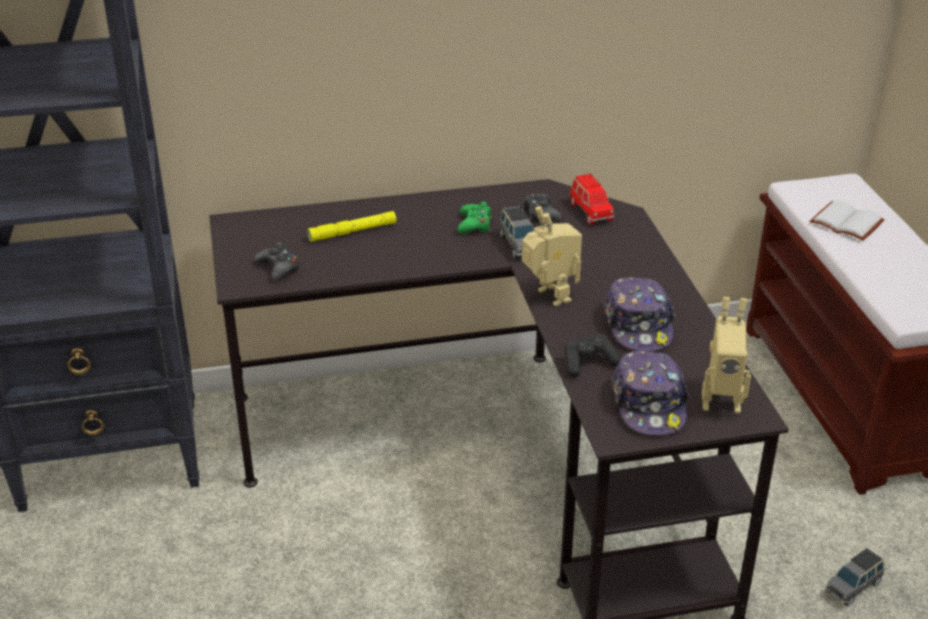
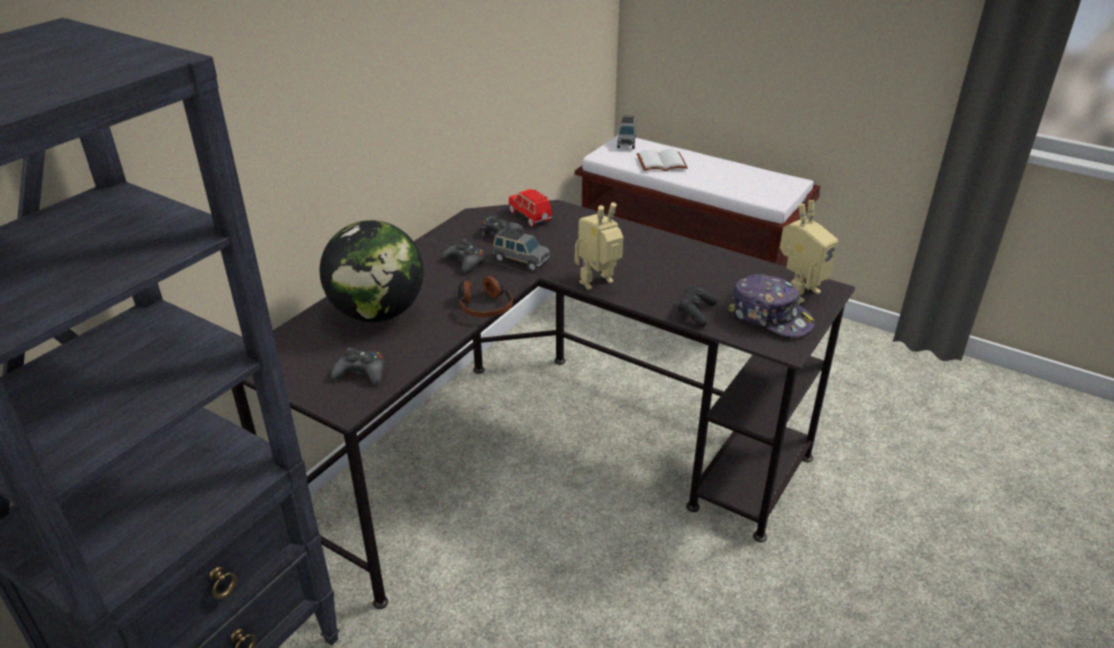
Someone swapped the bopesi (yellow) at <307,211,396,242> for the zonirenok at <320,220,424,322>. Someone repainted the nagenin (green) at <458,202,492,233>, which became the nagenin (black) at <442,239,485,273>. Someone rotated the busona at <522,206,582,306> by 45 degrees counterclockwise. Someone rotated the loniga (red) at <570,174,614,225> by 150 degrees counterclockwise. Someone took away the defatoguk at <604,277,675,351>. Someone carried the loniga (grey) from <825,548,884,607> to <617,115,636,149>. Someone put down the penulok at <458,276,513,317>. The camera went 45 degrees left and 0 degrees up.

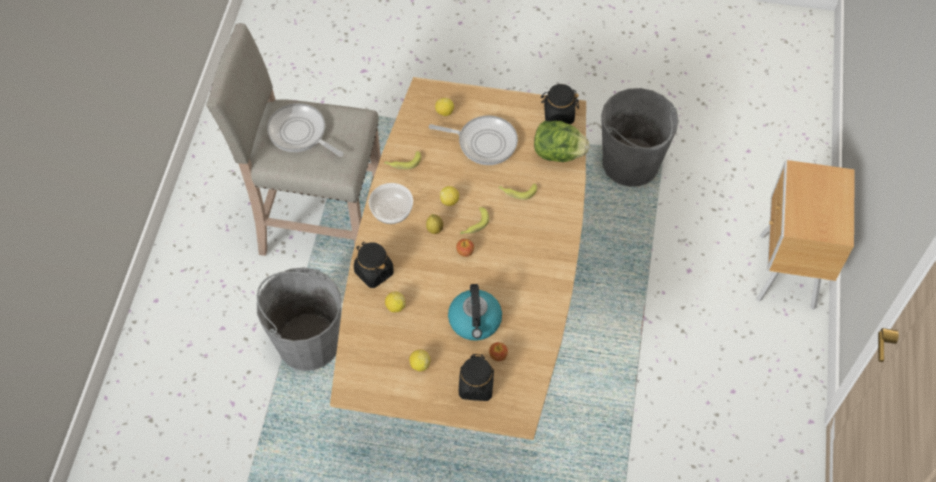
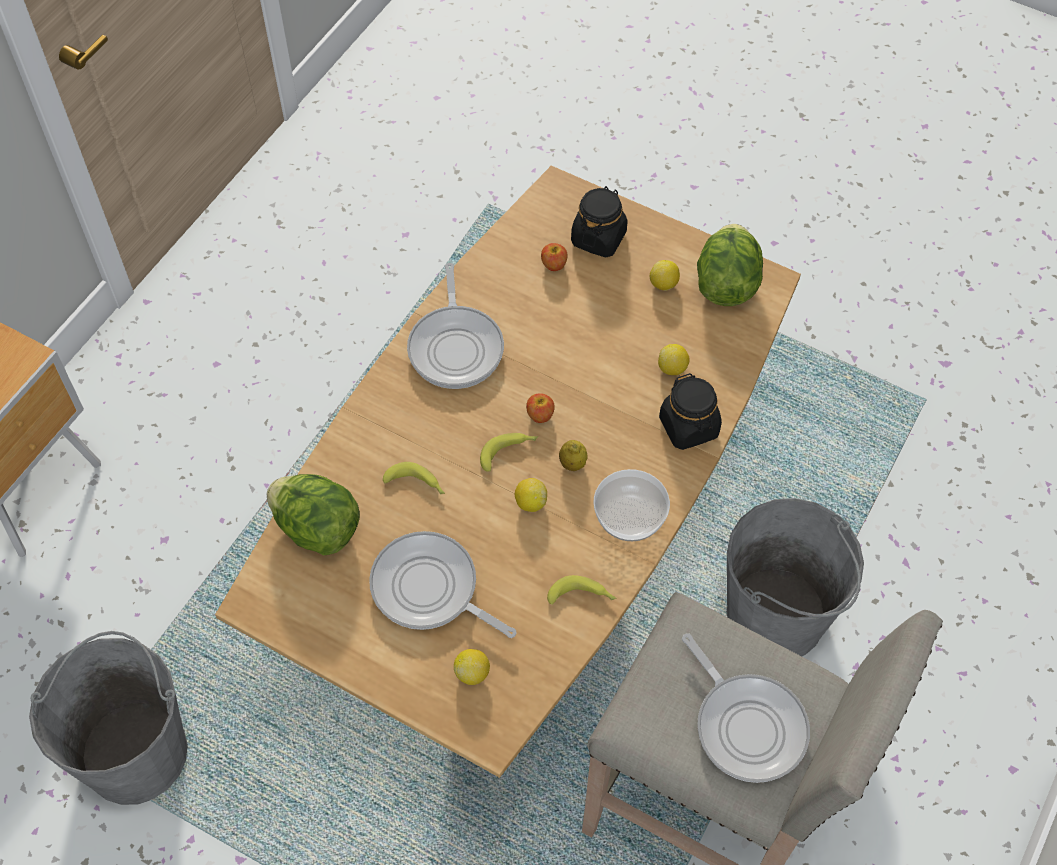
Someone took away the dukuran at <448,284,502,341>. Someone took away the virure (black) at <541,84,579,124>. Someone put down the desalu at <407,263,504,389>. Someone put down the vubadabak at <697,224,763,306>. The camera went 160 degrees left and 0 degrees up.

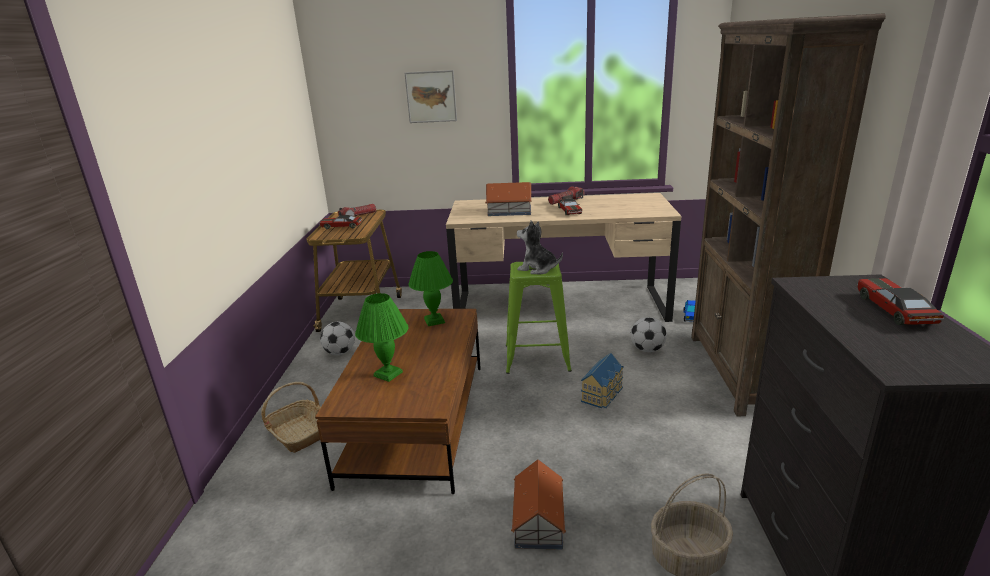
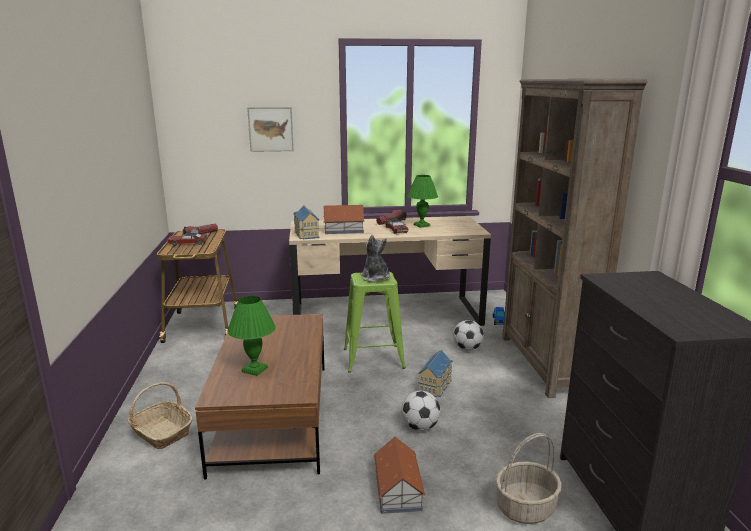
Someone carried the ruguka from <320,322,355,355> to <401,391,440,431>. Someone carried the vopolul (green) from <408,251,453,326> to <408,175,438,228>. Someone rotated the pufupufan at <517,220,563,274> by 45 degrees clockwise. Someone took away the loniga at <857,278,944,325>. Someone put down the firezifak at <294,206,320,239>. The camera went 10 degrees left and 5 degrees down.

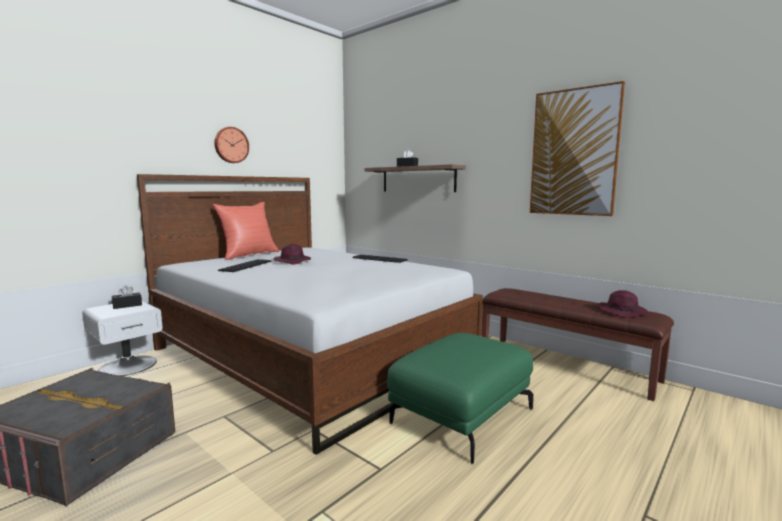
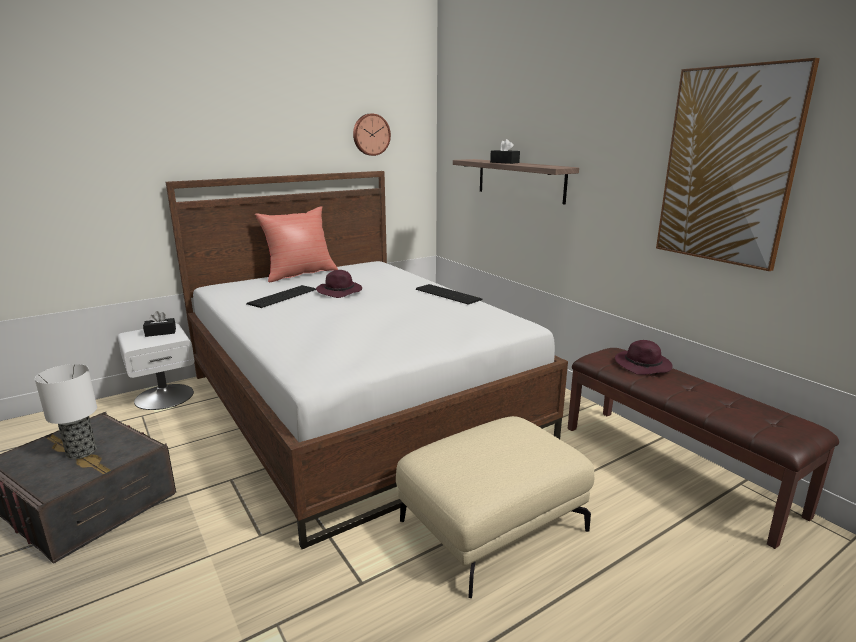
Someone carried the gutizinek from <214,127,249,163> to <353,114,391,156>. Someone repainted the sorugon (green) at <387,333,533,464>, which became the sorugon (beige) at <396,416,594,598>. Someone carried the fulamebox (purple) from <598,290,648,318> to <615,340,673,375>. Someone put down the vopolul at <35,364,97,459>. The camera went 15 degrees right and 10 degrees up.

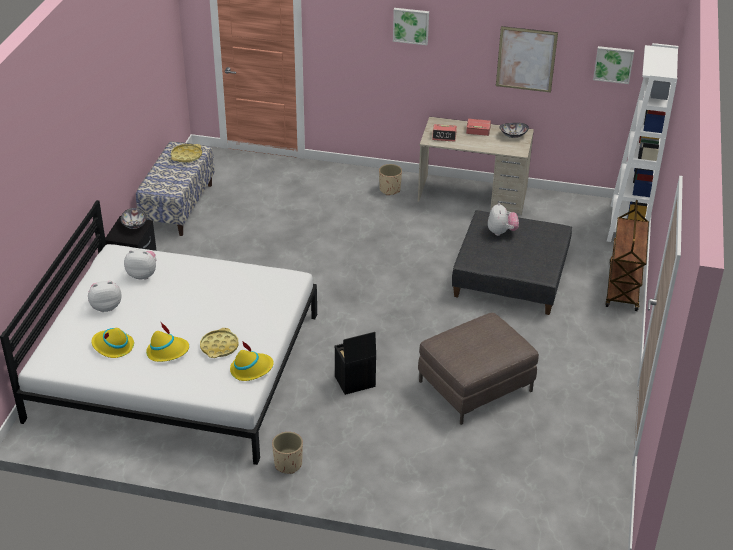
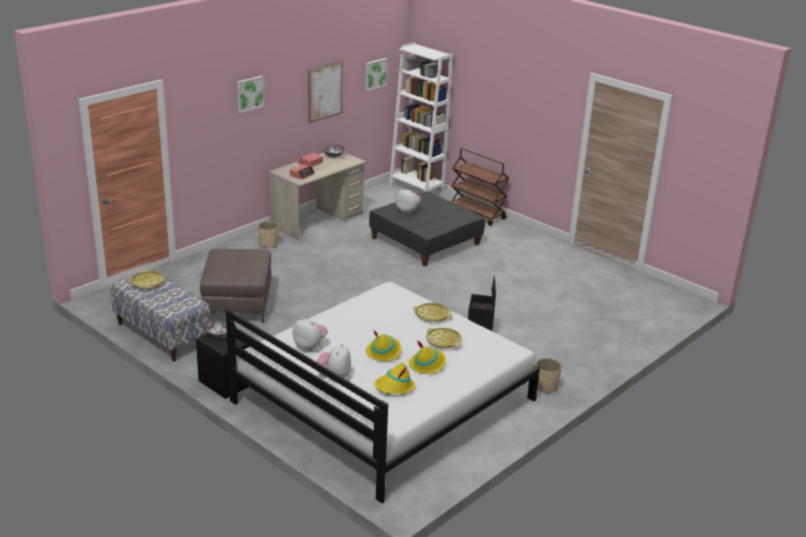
Someone rotated the pufupufan at <124,250,156,280> by 90 degrees clockwise. Someone carried the fulamebox (yellow) from <230,340,274,381> to <366,329,401,361>. Someone carried the sorugon (brown) from <418,313,539,425> to <200,249,271,323>. Someone put down the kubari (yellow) at <413,303,452,322>. The camera went 60 degrees left and 10 degrees down.

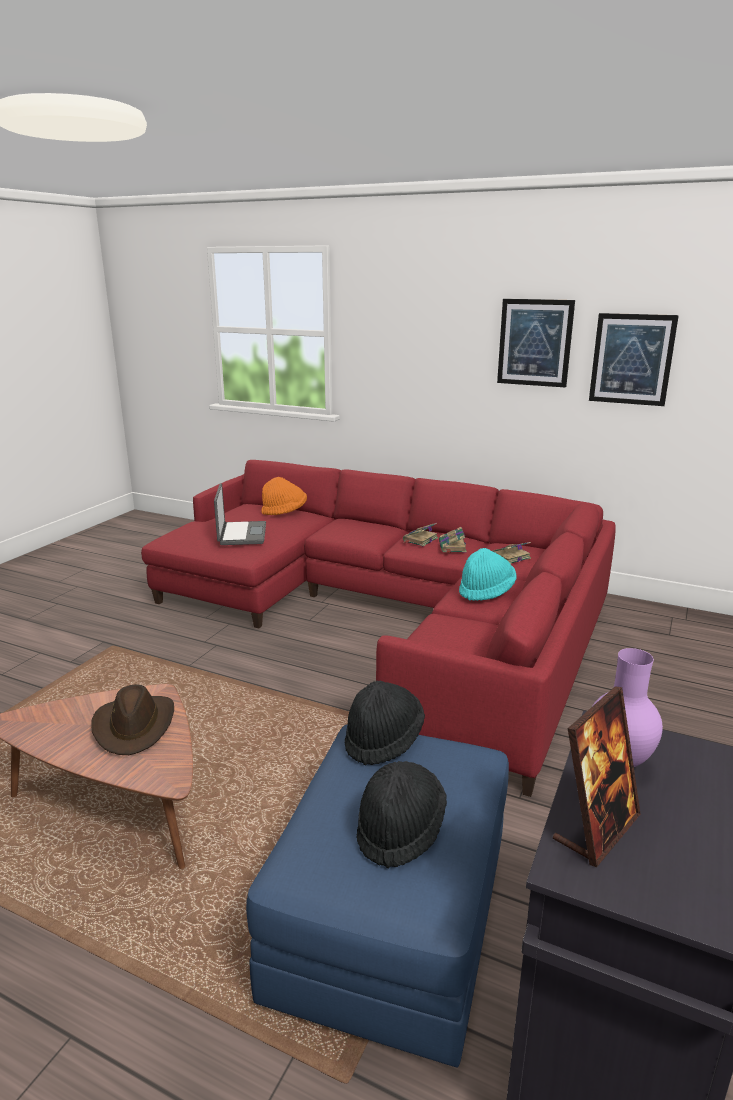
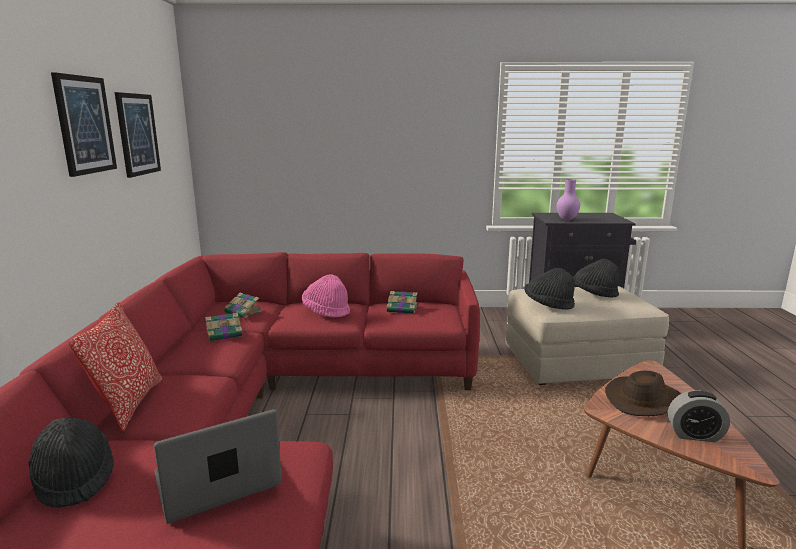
Someone repainted the sorugon (blue) at <246,724,509,1068>, which became the sorugon (beige) at <506,286,669,385>. Someone repainted the fulamebox (orange) at <261,477,307,515>, which became the fulamebox (black) at <28,418,114,508>. Someone carried the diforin from <403,523,438,547> to <387,291,420,314>. Someone repainted the fulamebox (turquoise) at <459,548,516,601>, which became the fulamebox (pink) at <302,274,350,318>. Someone took away the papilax at <553,686,640,867>. Someone put down the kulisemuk at <68,302,162,432>. Someone put down the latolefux at <668,390,730,442>. The camera went 115 degrees left and 5 degrees down.

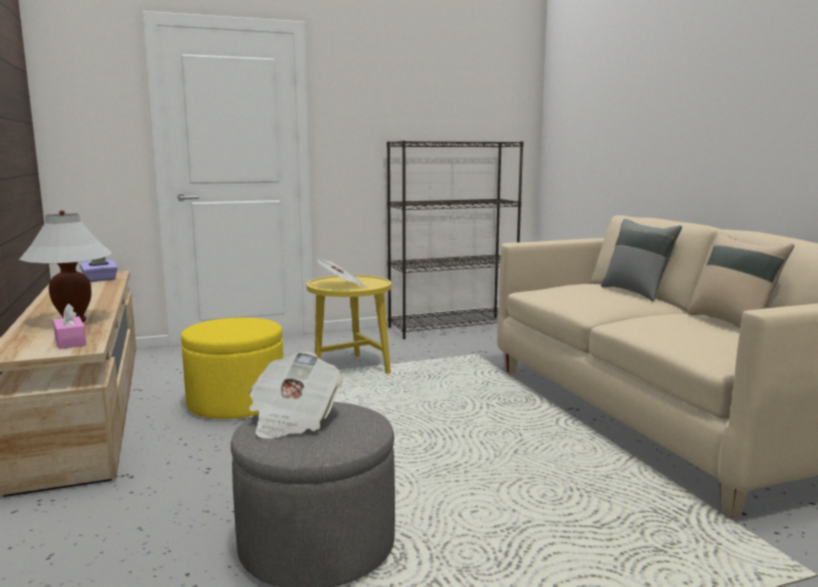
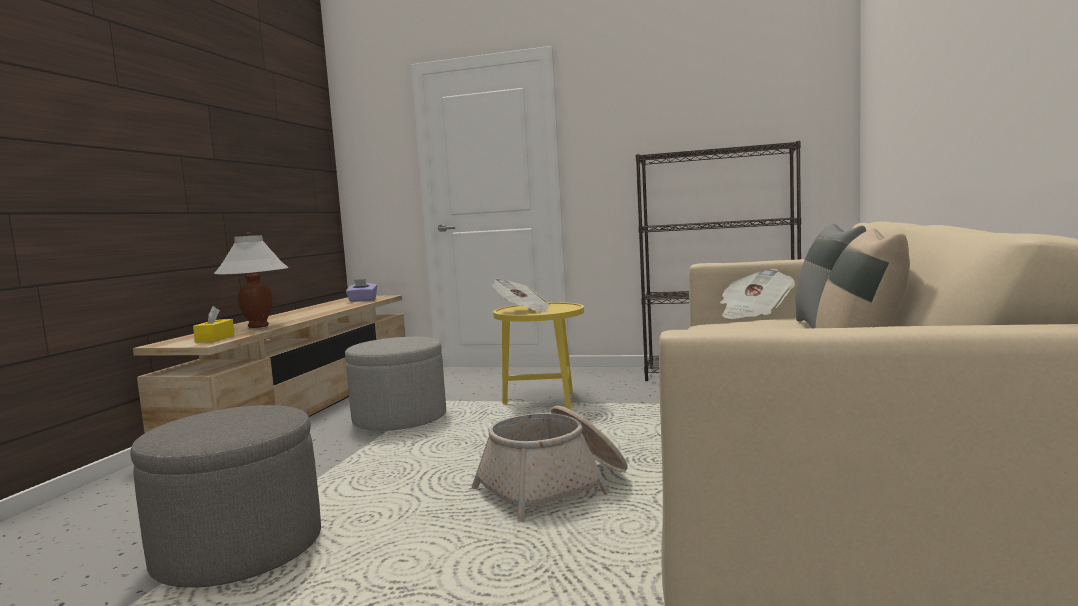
Someone repainted the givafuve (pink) at <53,303,87,349>, which became the givafuve (yellow) at <193,306,235,343>. Someone repainted the sorugon (yellow) at <181,317,283,419>, which became the sorugon (grey) at <345,337,446,431>. Someone carried the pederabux from <249,351,343,439> to <720,269,795,319>. Someone put down the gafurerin at <472,406,627,522>. The camera went 35 degrees right and 5 degrees down.

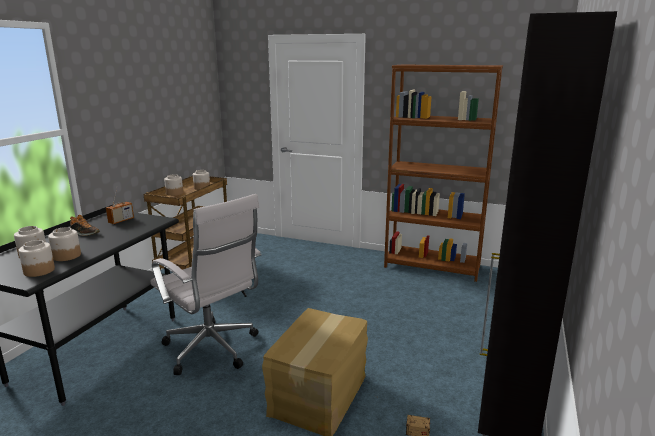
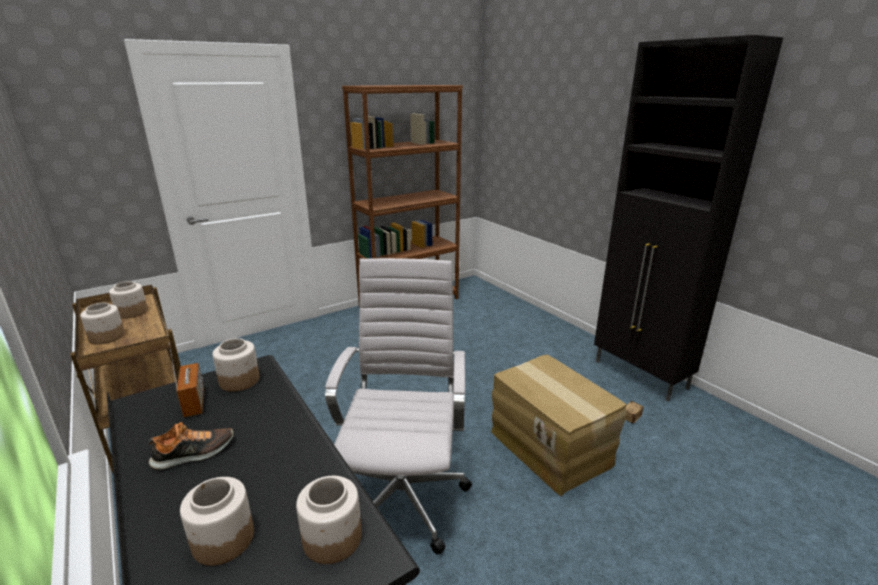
Someone carried the virure from <48,227,81,261> to <212,338,260,392>. Someone rotated the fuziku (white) at <151,194,262,375> by 75 degrees counterclockwise. The camera went 55 degrees left and 5 degrees up.

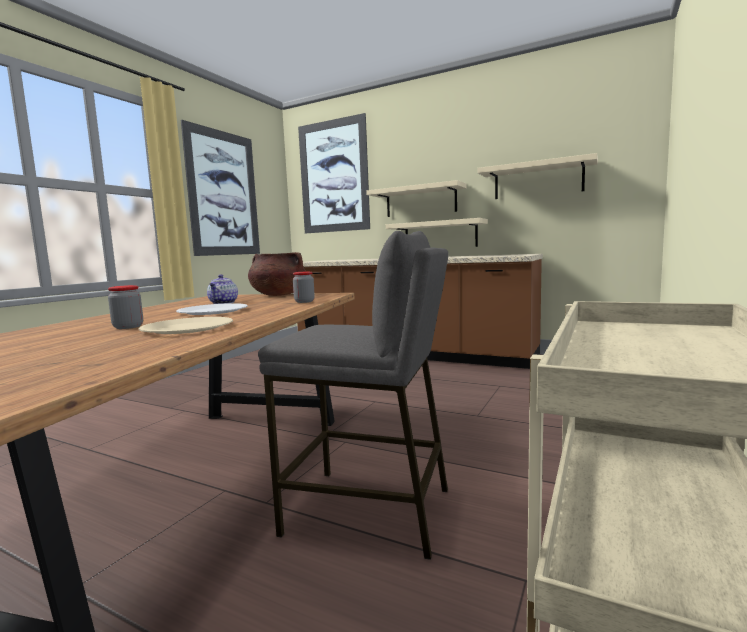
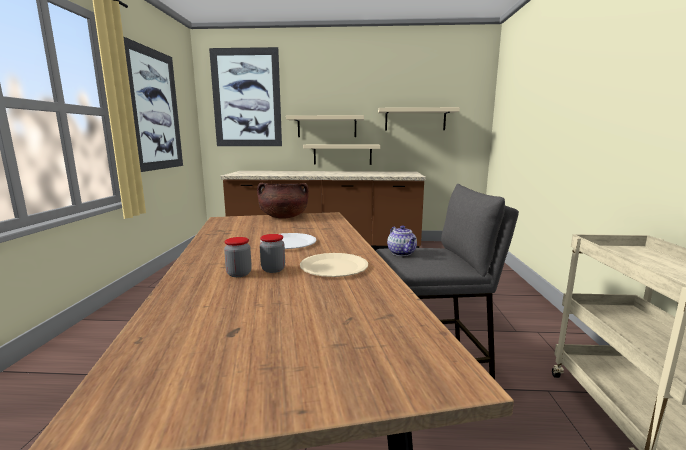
Someone carried the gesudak from <207,274,238,304> to <387,225,417,256>. Someone carried the virure from <293,271,315,303> to <224,237,252,277>. The camera went 25 degrees left and 5 degrees up.

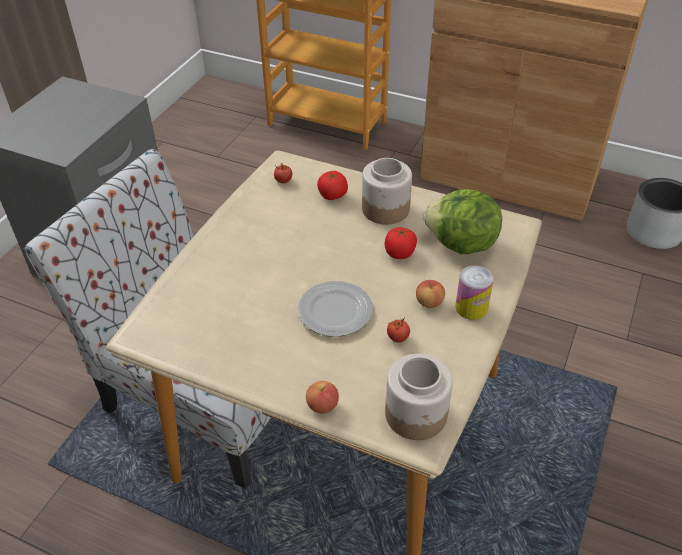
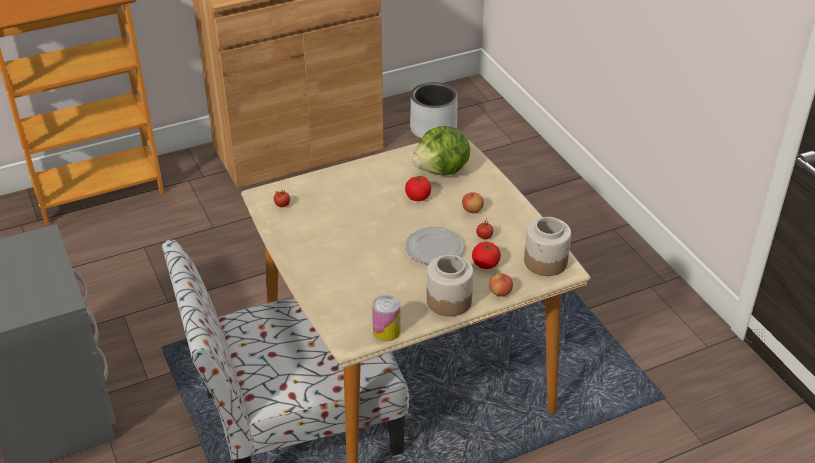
Someone carried the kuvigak from <317,171,348,200> to <472,242,501,269>. Someone carried the virure from <362,158,412,225> to <427,255,473,317>. Someone carried the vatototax from <455,265,494,320> to <372,295,400,341>. The camera went 50 degrees left and 5 degrees down.

